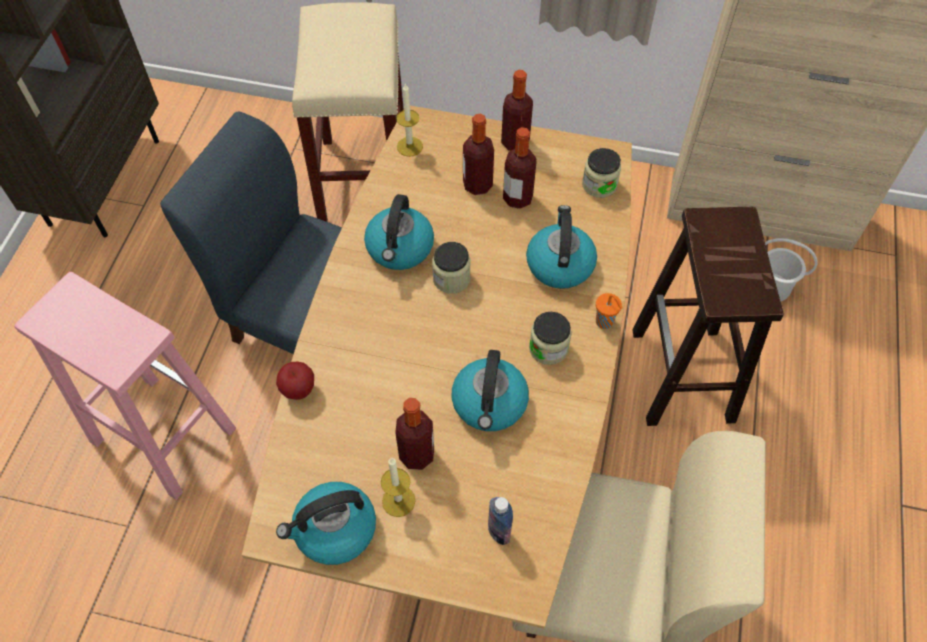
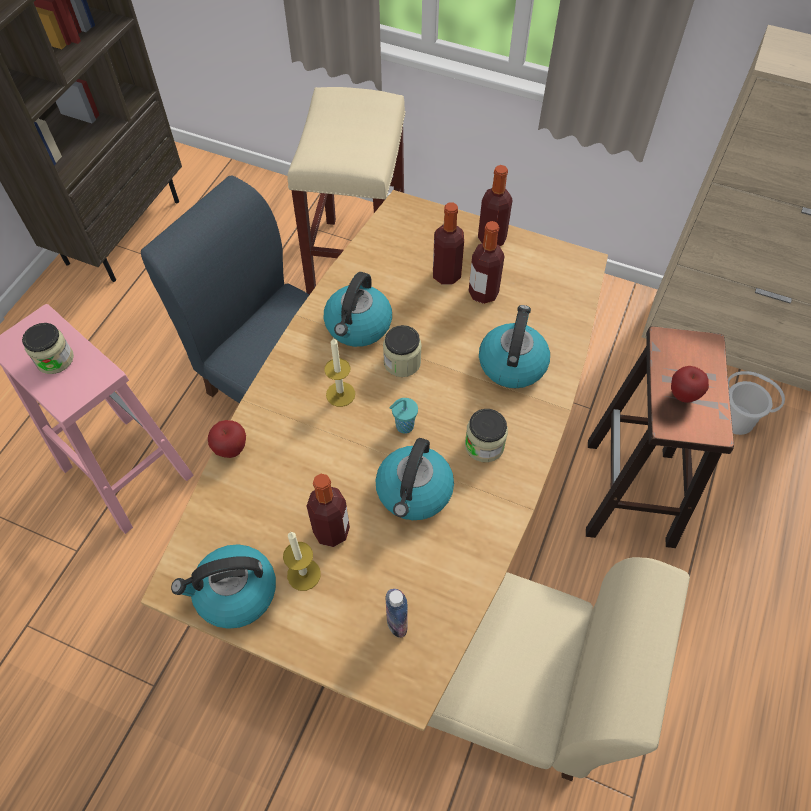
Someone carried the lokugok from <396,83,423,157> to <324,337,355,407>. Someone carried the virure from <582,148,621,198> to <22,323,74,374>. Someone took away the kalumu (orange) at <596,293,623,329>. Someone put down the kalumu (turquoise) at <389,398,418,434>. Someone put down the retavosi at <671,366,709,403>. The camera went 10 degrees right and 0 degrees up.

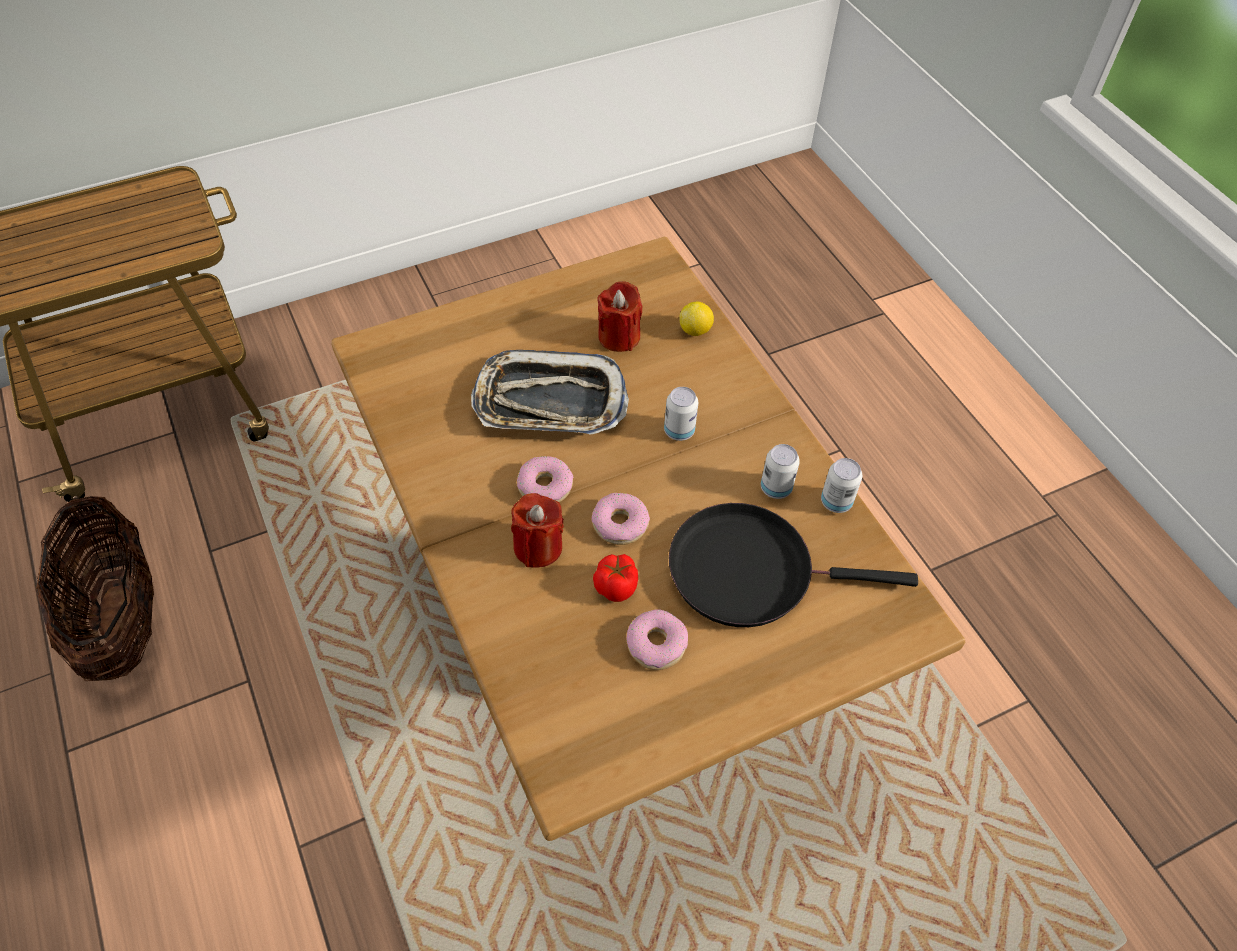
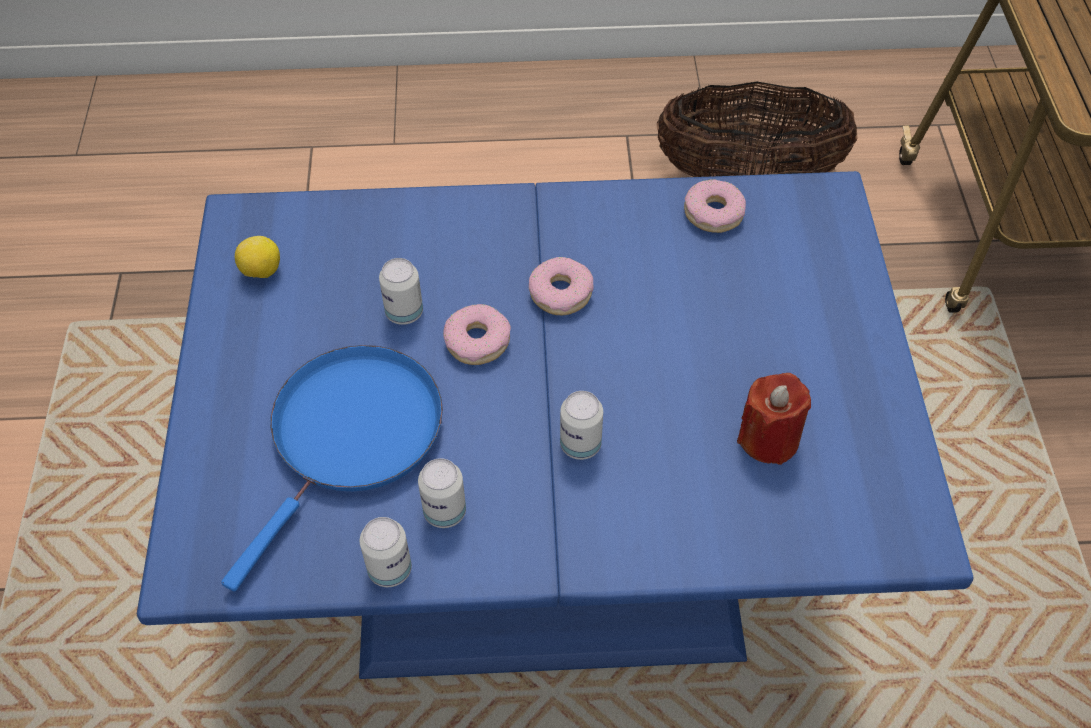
Someone repainted the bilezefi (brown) at <331,237,965,841>, which became the bilezefi (blue) at <137,171,973,679>. Someone took away the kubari at <471,350,629,435>. Someone took away the lokugok (red) at <511,493,564,568>. Someone swapped the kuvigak at <593,554,638,602> for the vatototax at <379,258,423,325>. Someone carried the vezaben from <626,609,688,670> to <684,179,746,233>. Someone repainted the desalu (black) at <669,503,918,627>, which became the desalu (blue) at <221,345,443,591>. Someone carried the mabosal from <679,301,714,336> to <235,236,280,278>. The camera went 115 degrees right and 0 degrees up.

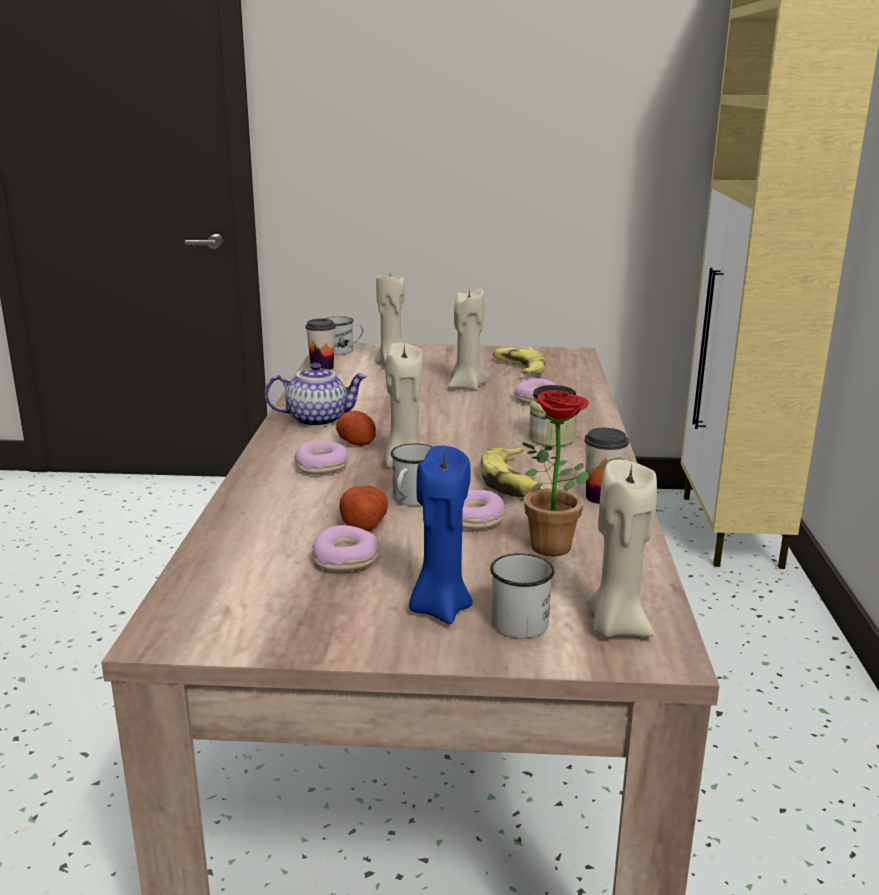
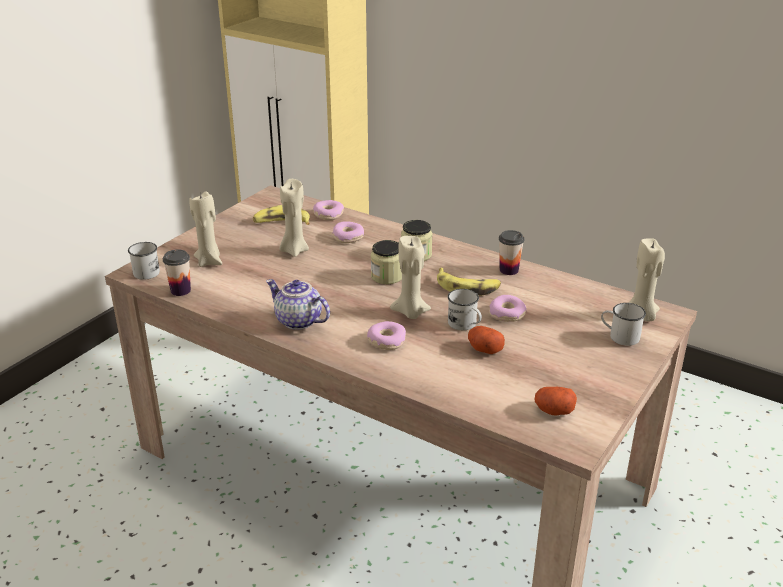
Someone rotated the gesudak at <265,363,367,427> by 75 degrees counterclockwise. Someone carried the vezaben from <312,525,379,572> to <313,200,344,220>. Someone carried the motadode from <336,411,376,446> to <535,387,577,415>. Someone took away the lokugok (blue) at <409,445,472,624>. Someone took away the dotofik at <522,390,624,557>. Someone put down the virure at <371,240,402,284>. The camera went 60 degrees left and 10 degrees up.

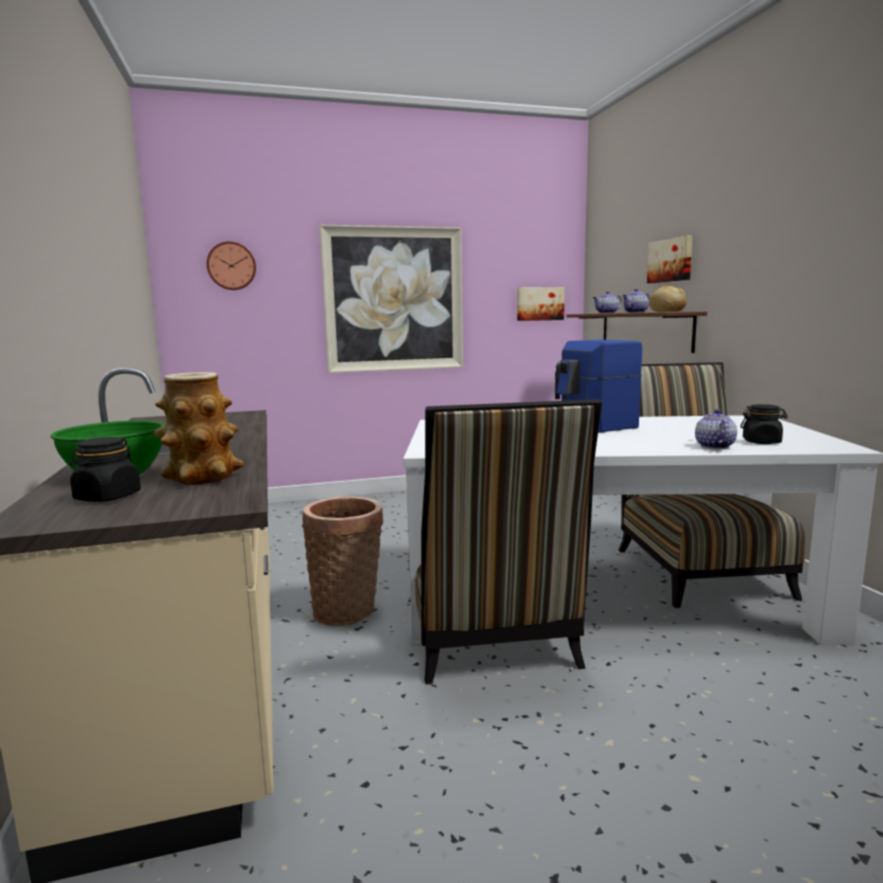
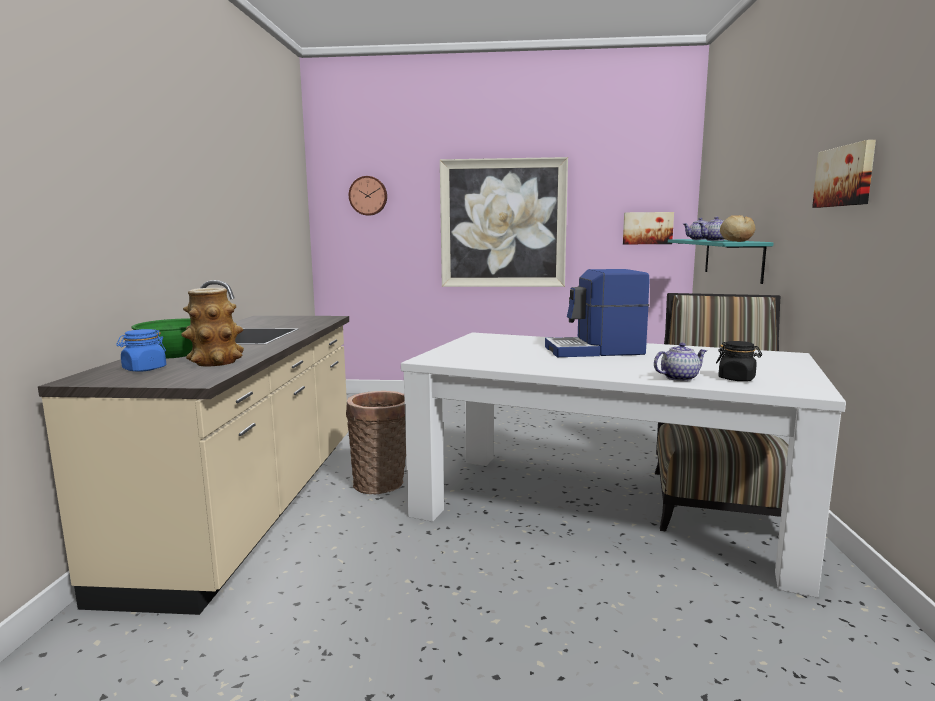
Someone repainted the virure (black) at <70,437,141,502>, which became the virure (blue) at <116,329,166,372>. Someone took away the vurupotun at <409,399,602,684>. Someone repainted the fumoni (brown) at <567,312,707,353>, which became the fumoni (turquoise) at <668,239,774,284>. Someone carried the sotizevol from <647,235,693,283> to <812,140,876,208>. Someone rotated the gesudak at <695,409,737,449> by 45 degrees clockwise. The camera went 20 degrees right and 0 degrees up.

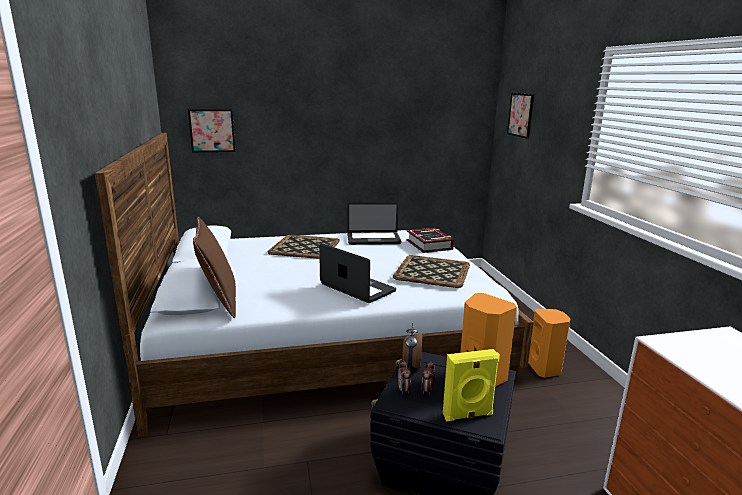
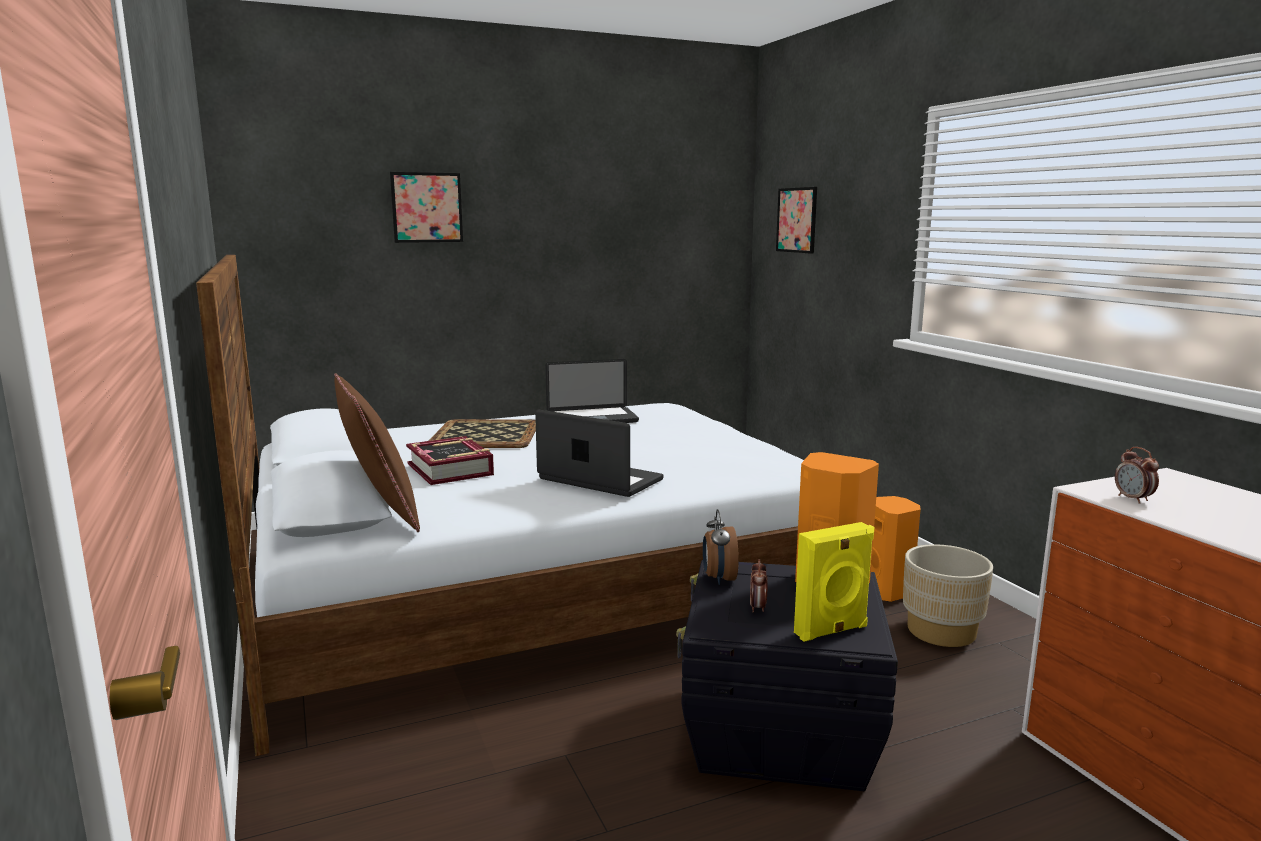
Someone carried the sotizevol from <188,109,235,152> to <390,172,463,243>. Someone took away the kubari at <393,255,470,288>. Someone carried the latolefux from <398,360,412,395> to <1115,447,1159,504>. Someone carried the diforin from <406,228,454,253> to <406,436,494,485>. Someone put down the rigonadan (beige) at <903,544,993,647>. The camera went 10 degrees left and 5 degrees down.

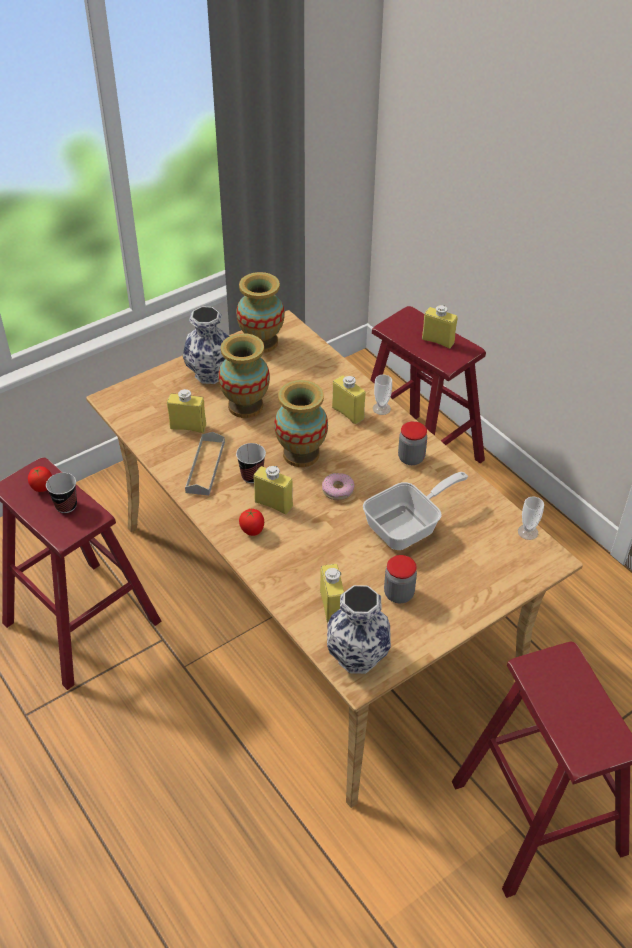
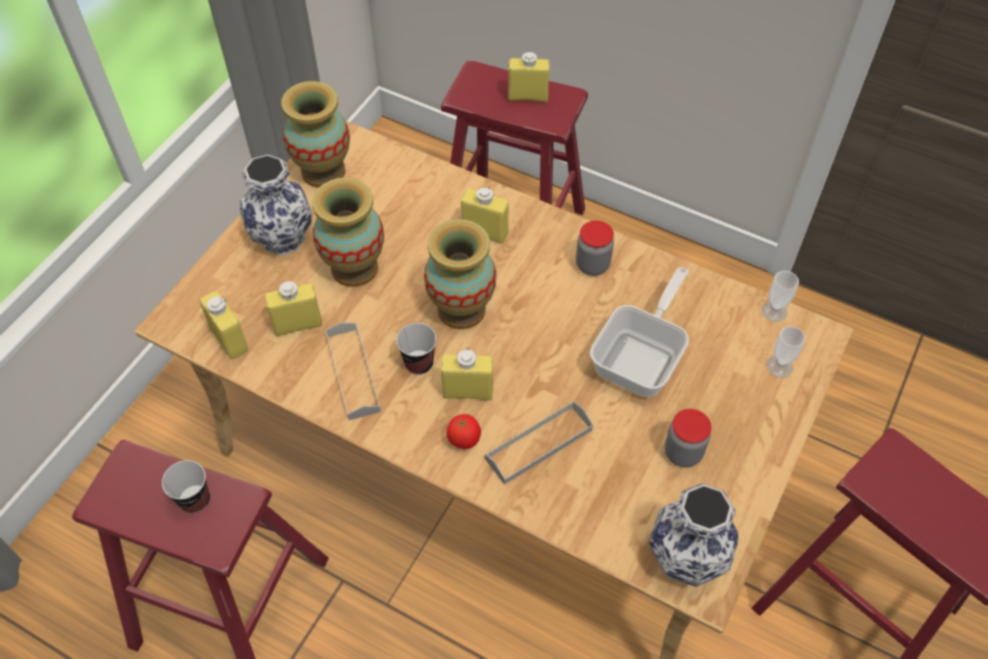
Someone took away the kuvigak at <28,466,52,492>. Someone carried the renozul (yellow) from <320,564,344,622> to <200,291,248,359>. Someone took away the vezaben at <322,473,355,500>. Someone carried the kalumu from <373,374,392,415> to <767,326,806,378>. Someone put down the kubari (grey) at <485,401,593,485>. The camera went 25 degrees left and 10 degrees up.

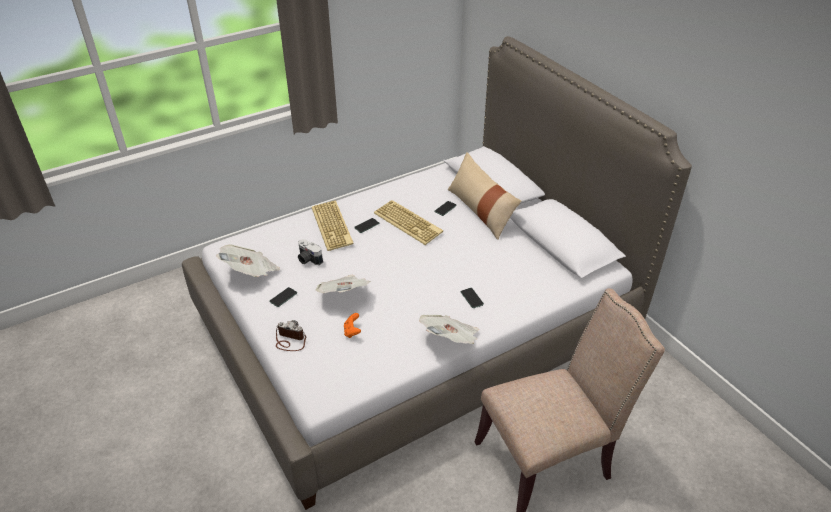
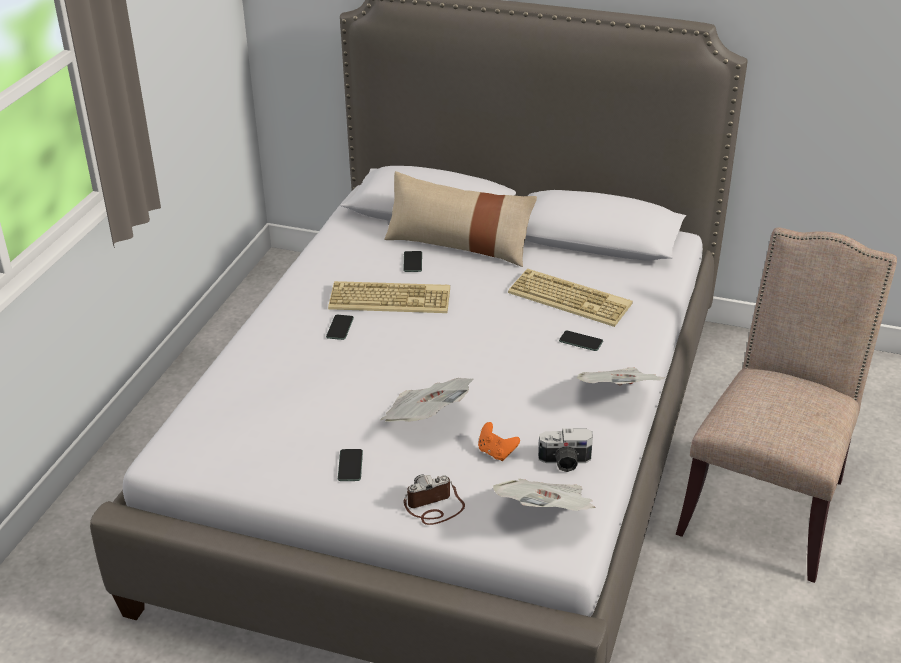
Someone carried the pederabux from <216,244,280,277> to <493,479,595,511>. Someone carried the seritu from <298,239,323,265> to <538,428,593,472>. Someone carried the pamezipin from <312,201,354,251> to <508,269,633,327>. The camera went 40 degrees left and 5 degrees down.

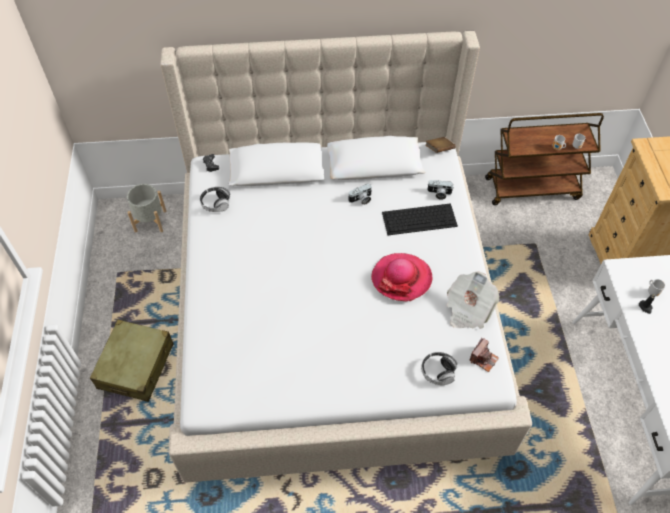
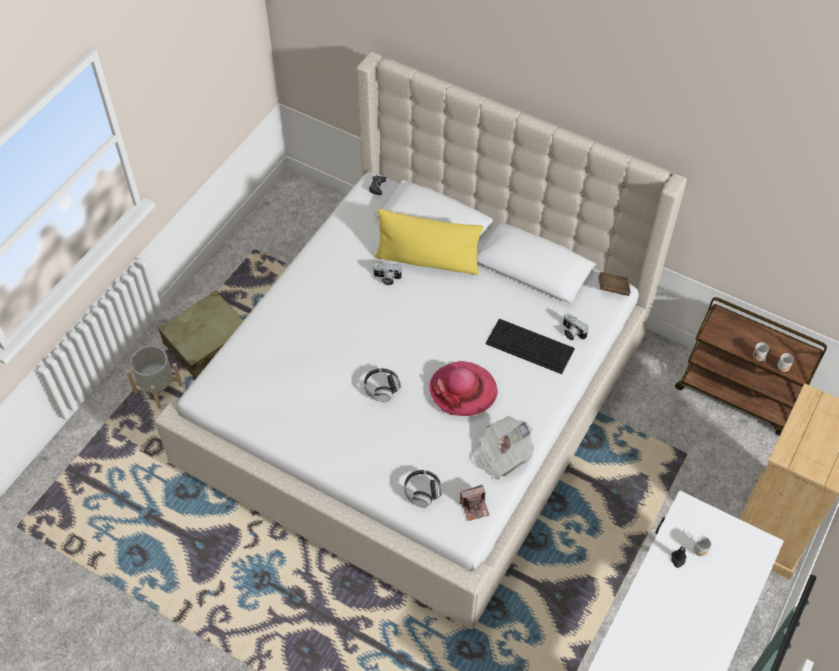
Someone carried the rigonadan (grey) from <127,184,166,233> to <126,345,183,409>. Someone carried the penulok from <200,187,231,212> to <364,368,401,402>. Someone carried the seritu from <349,183,372,205> to <373,263,403,285>. Someone put down the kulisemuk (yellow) at <375,209,484,275>. The camera went 35 degrees right and 0 degrees up.

